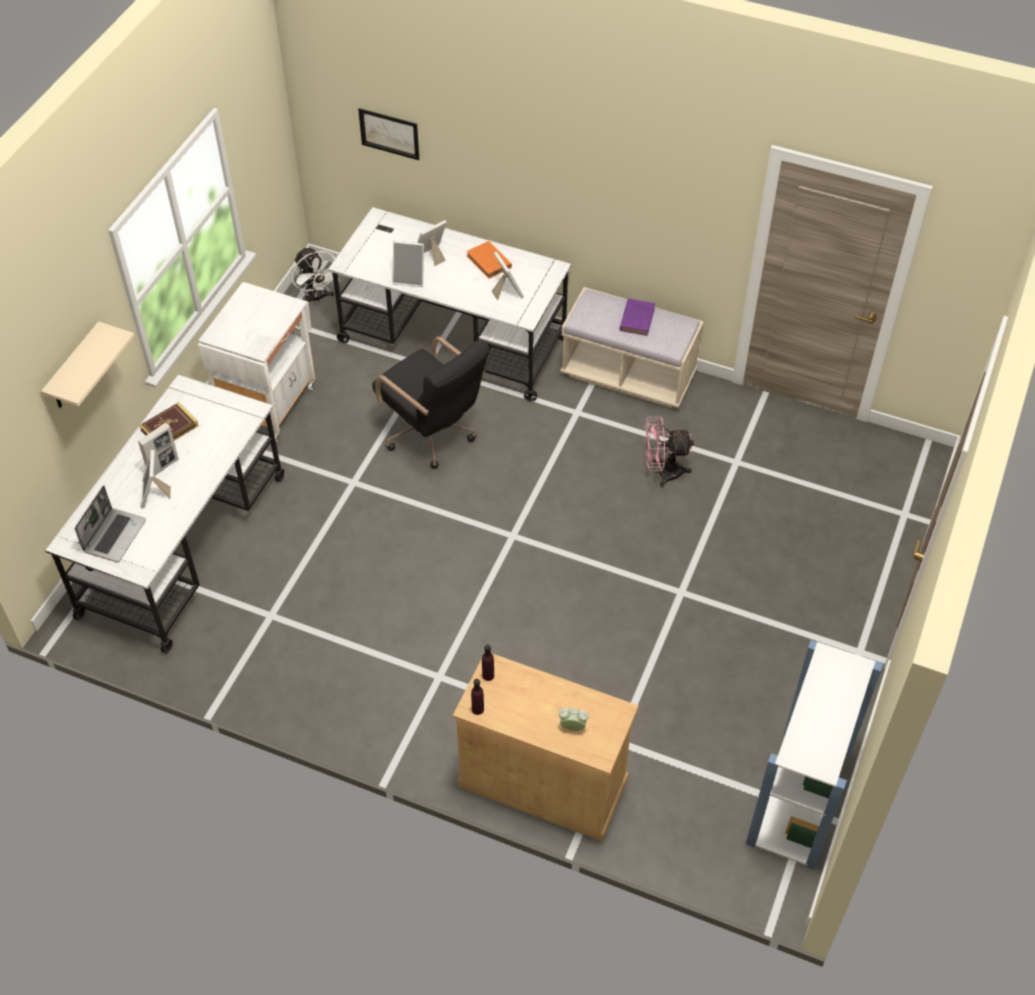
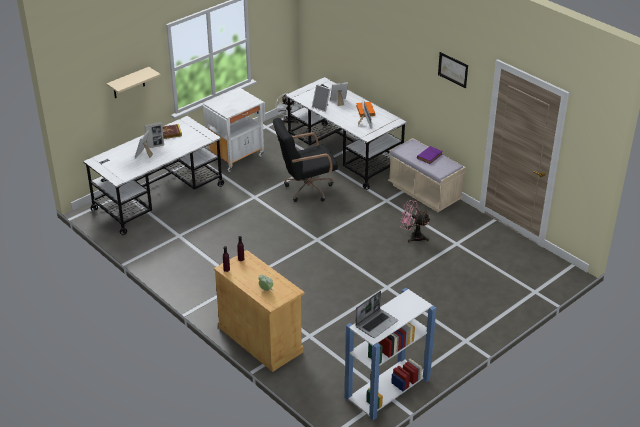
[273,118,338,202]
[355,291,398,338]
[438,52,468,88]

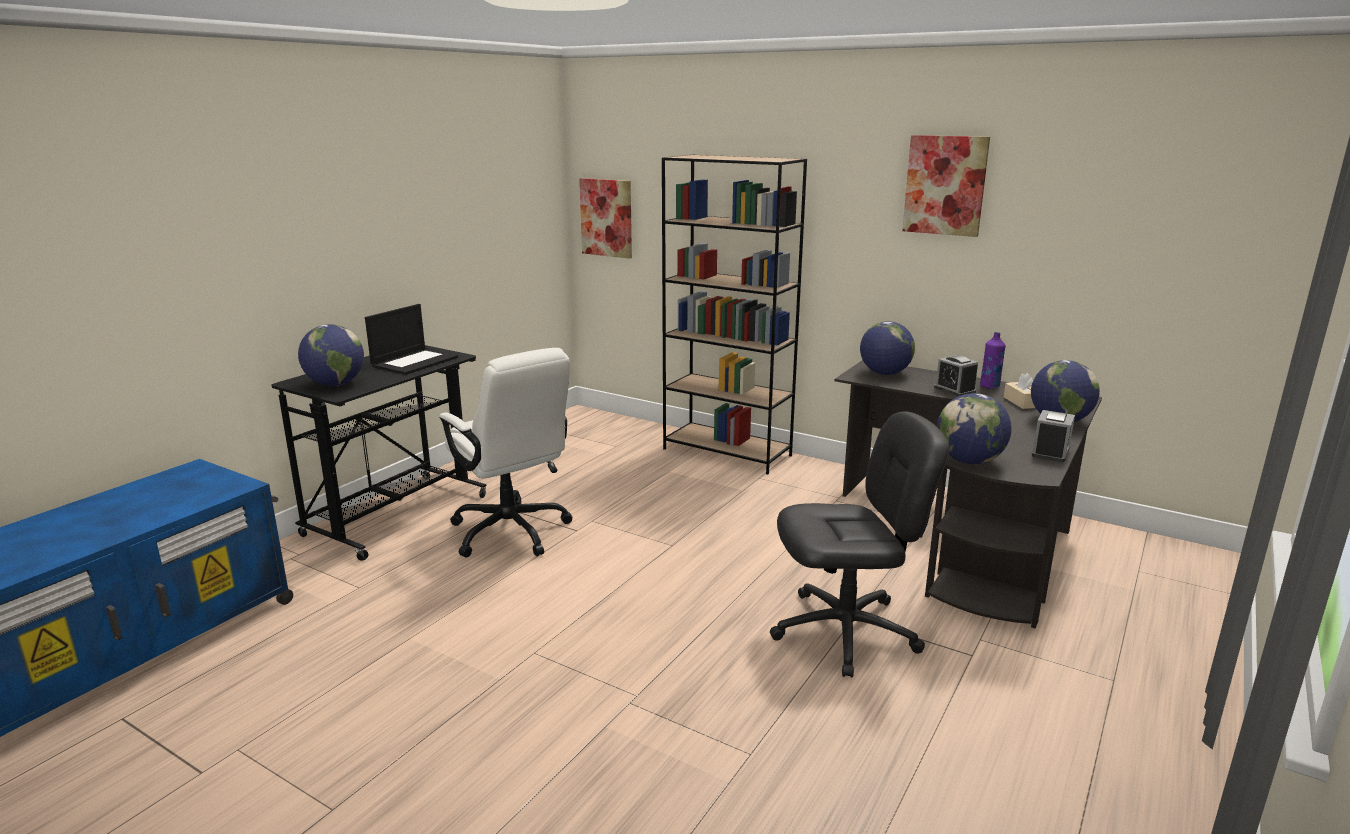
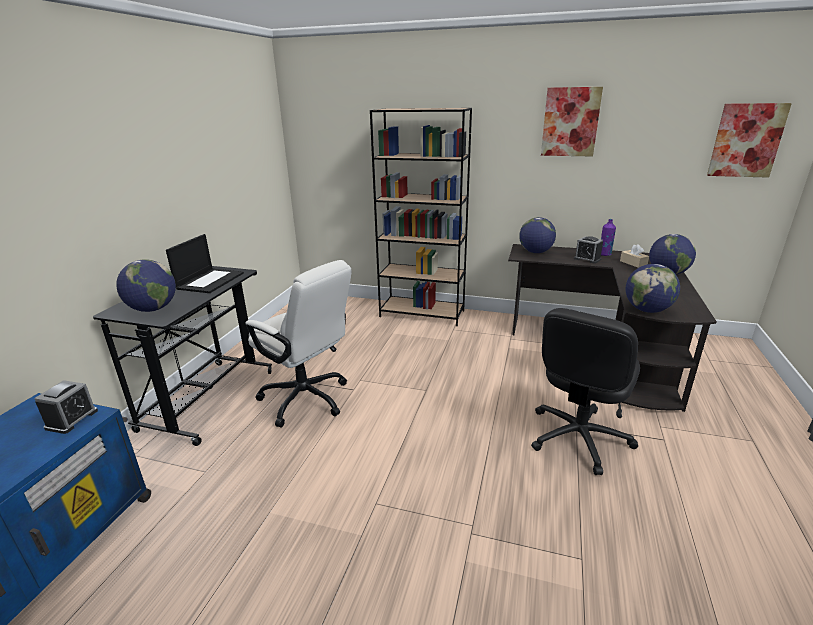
[34,380,98,434]
[531,308,640,475]
[707,103,792,178]

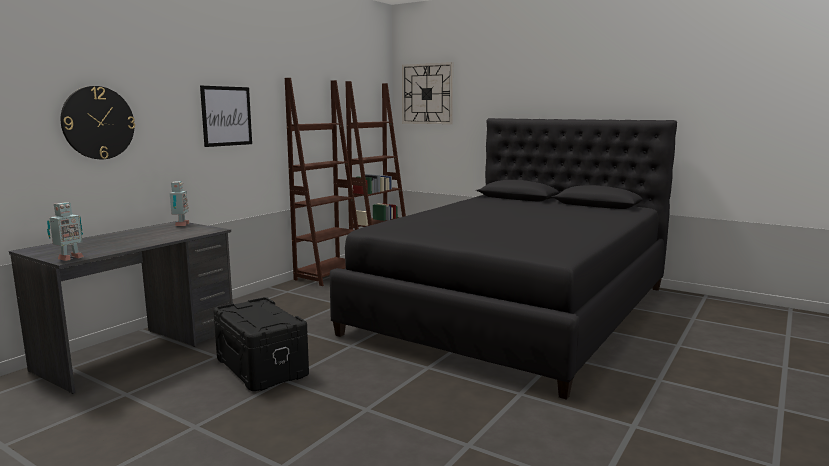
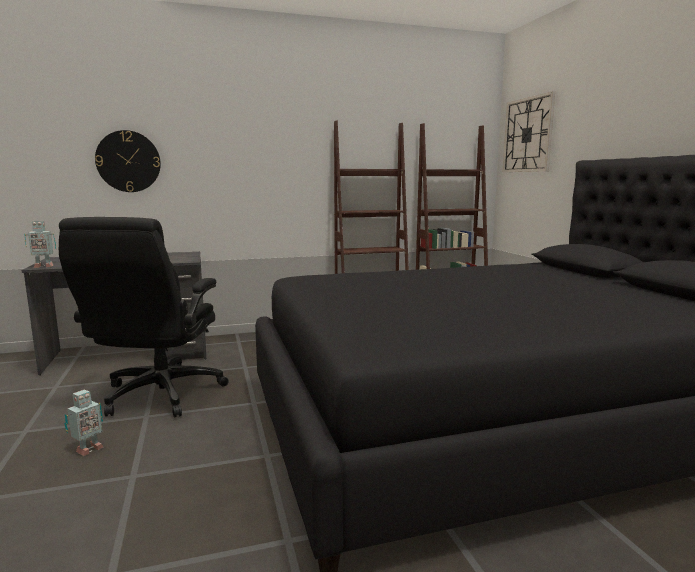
[59,217,228,418]
[64,389,103,456]
[200,86,252,147] (first image)

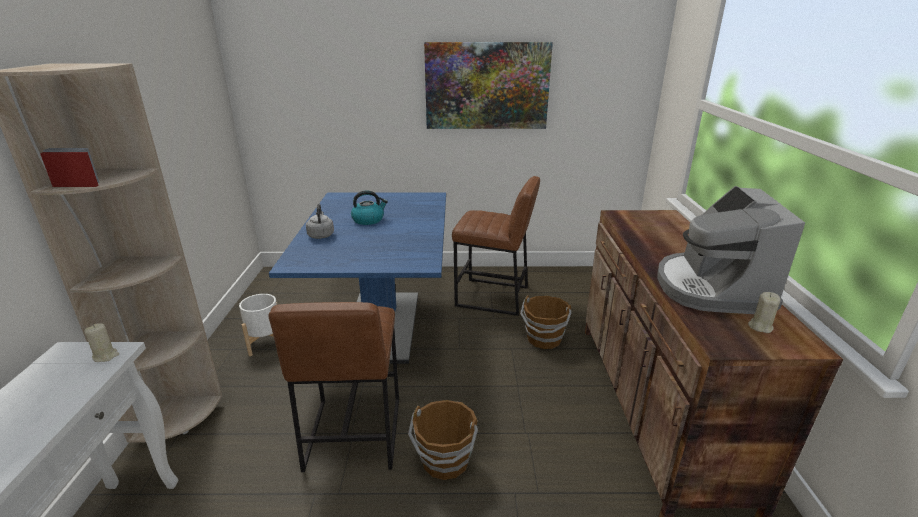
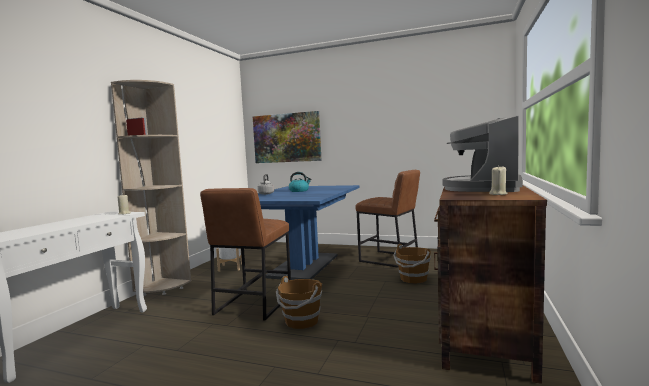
[253,111,322,163]

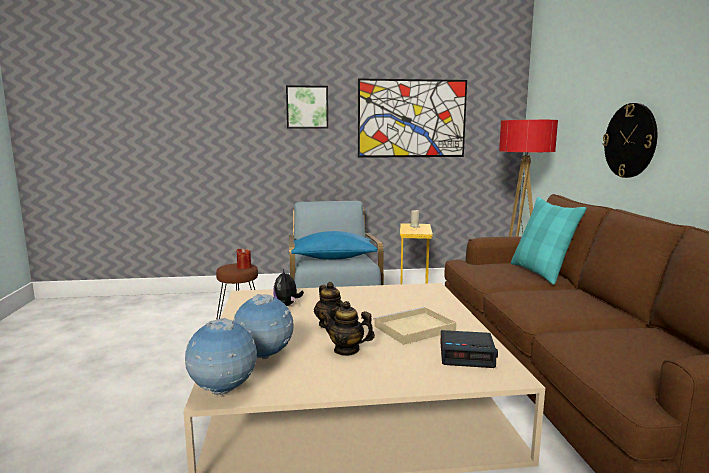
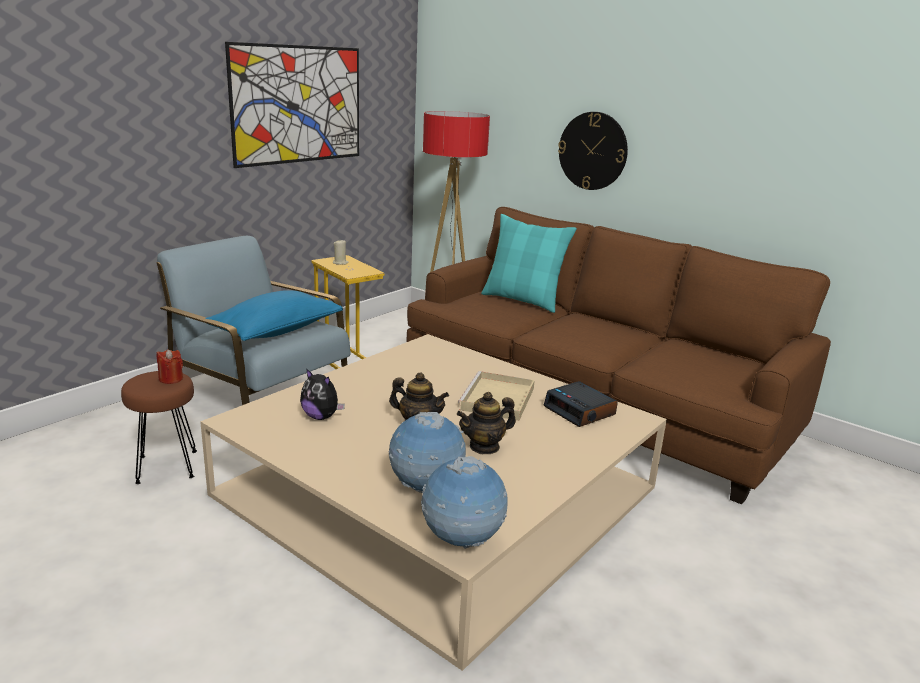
[544,381,618,427]
[286,85,328,129] (first image)

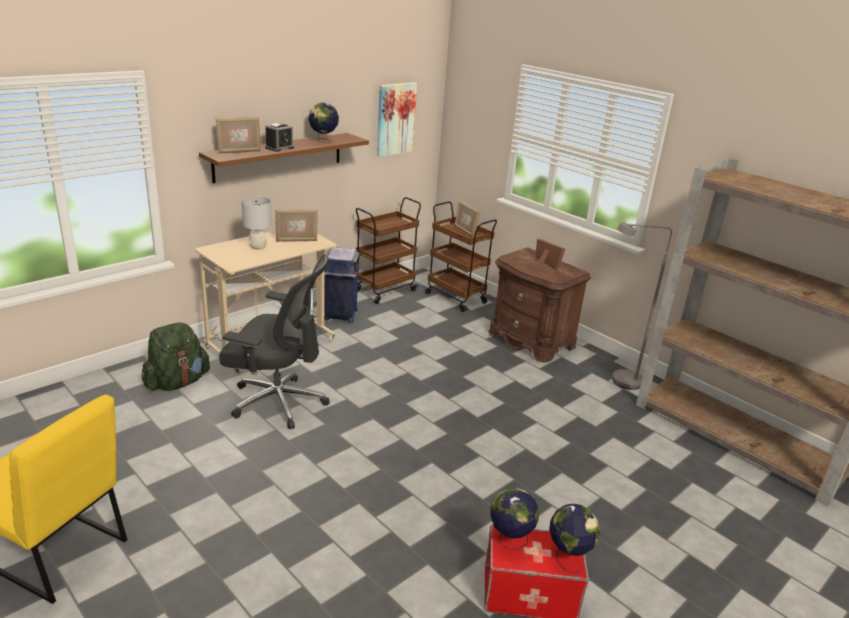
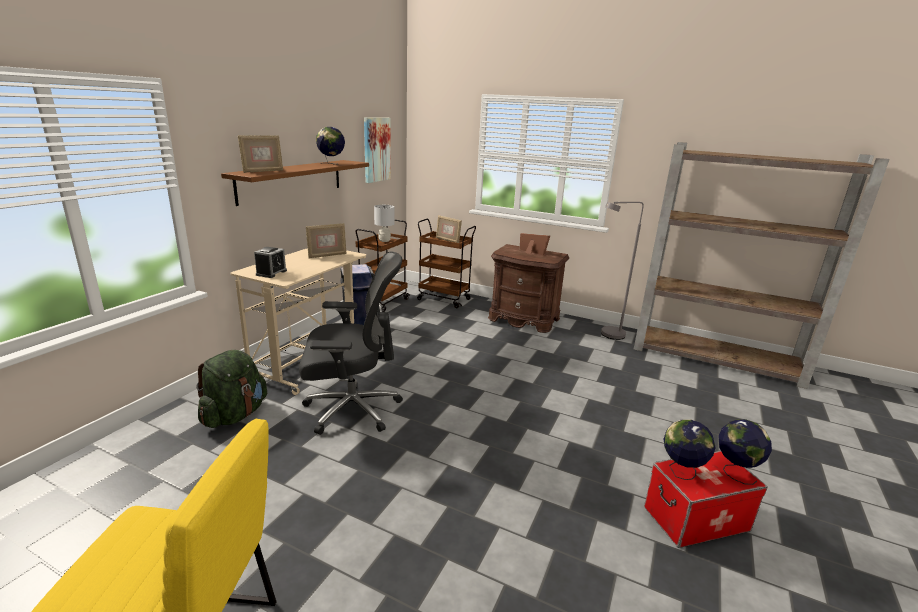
[254,247,287,278]
[374,205,394,242]

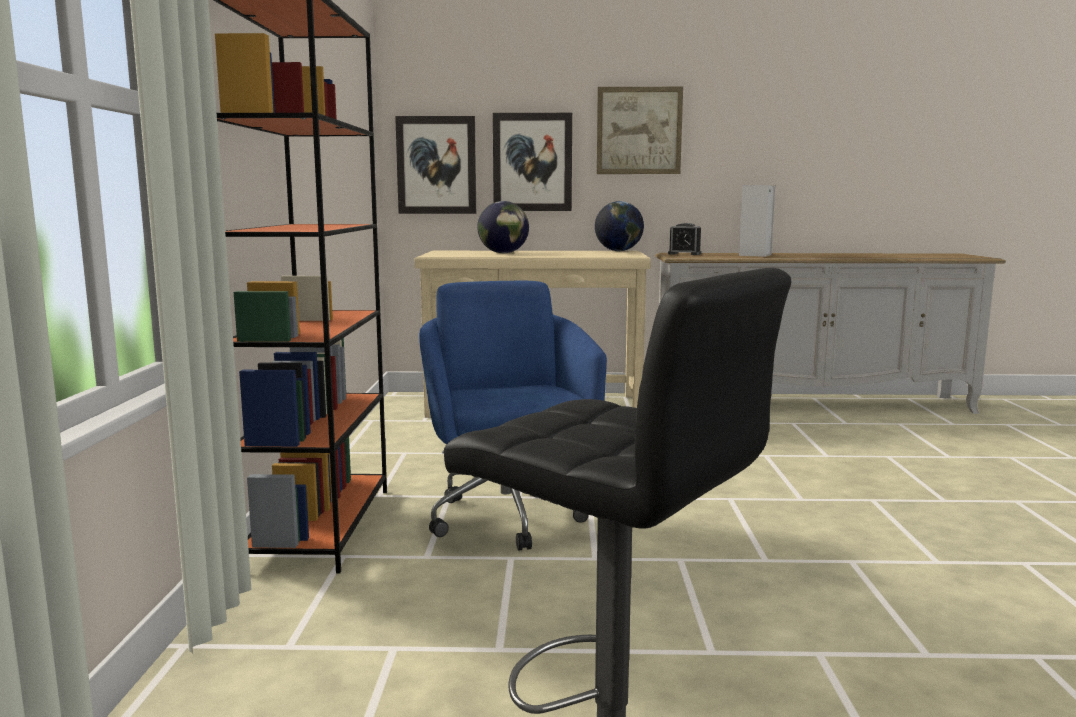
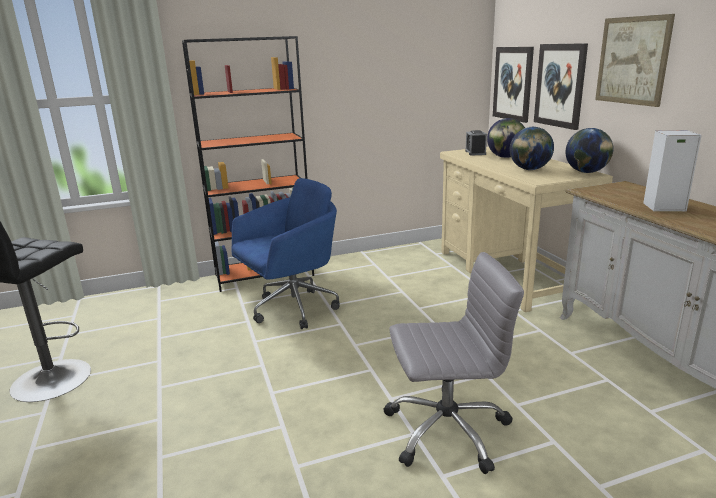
[384,252,524,474]
[465,130,487,156]
[510,127,554,170]

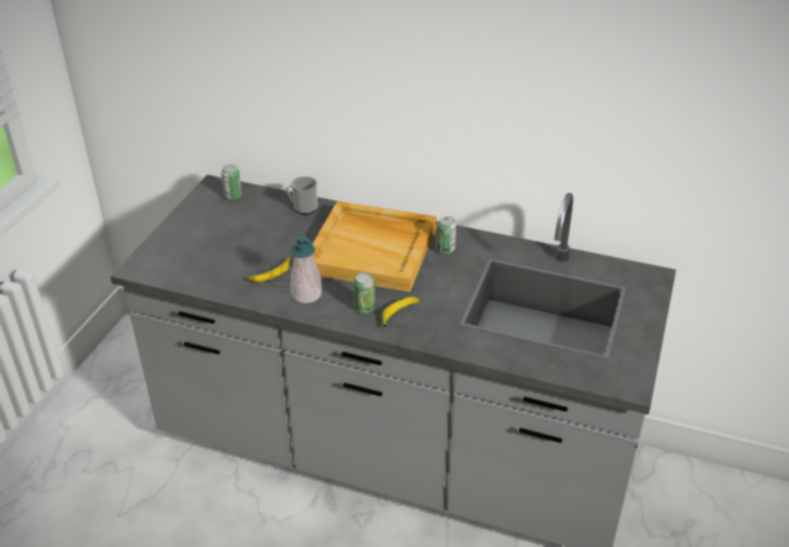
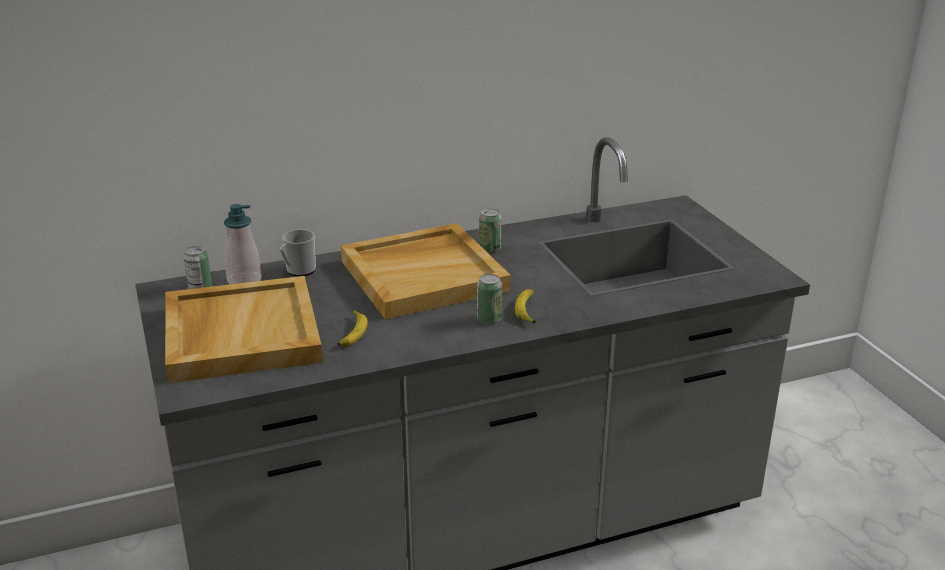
[165,276,323,384]
[224,204,262,284]

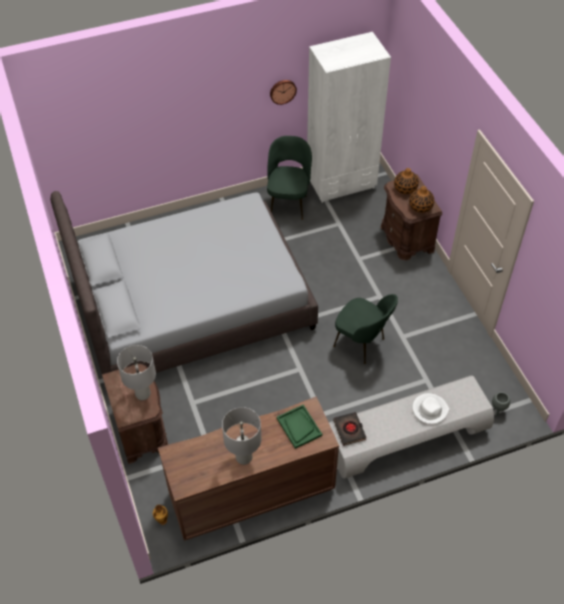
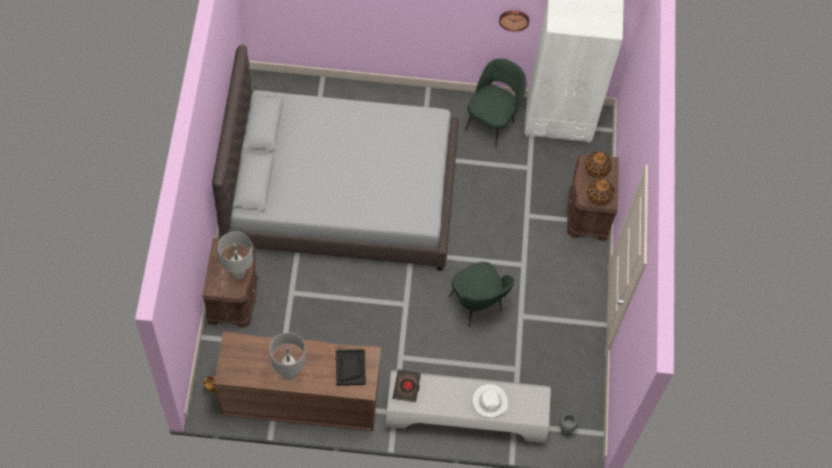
[336,349,366,386]

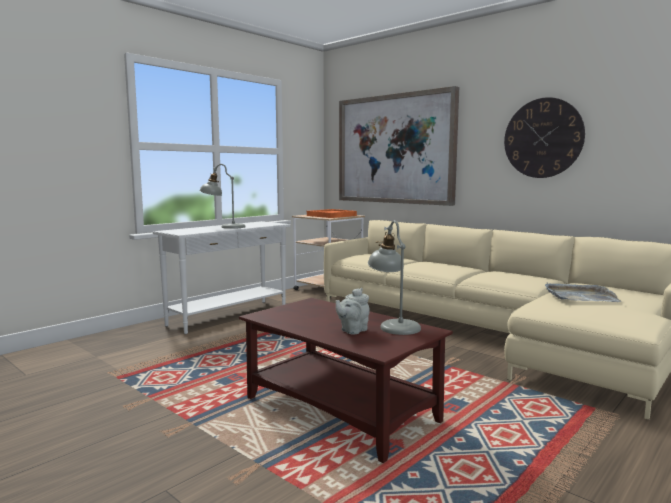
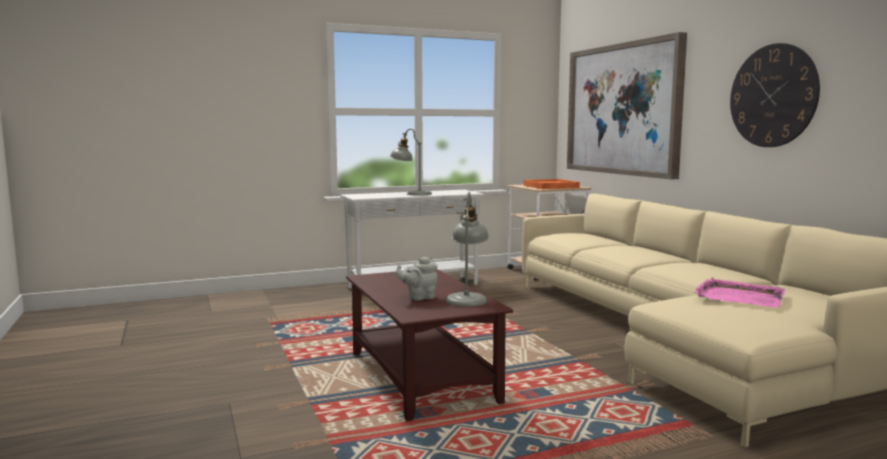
[695,277,785,308]

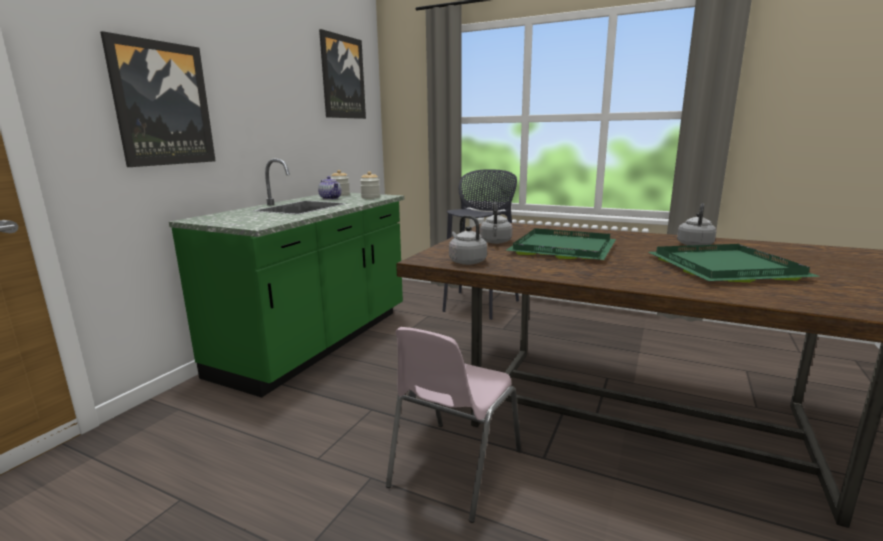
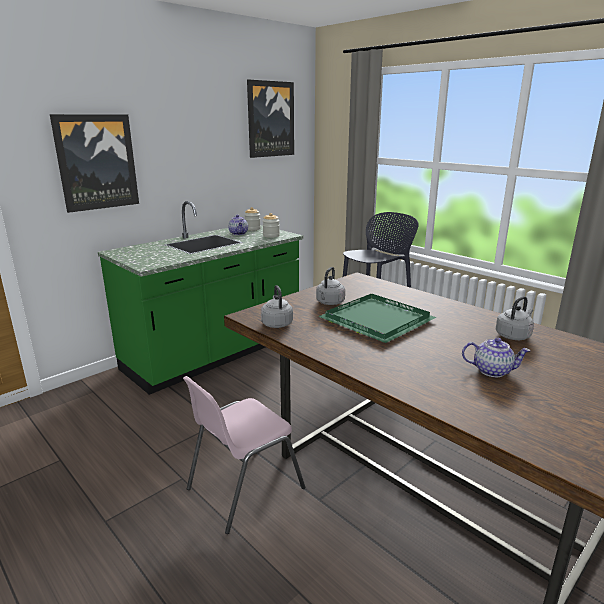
[462,338,530,377]

